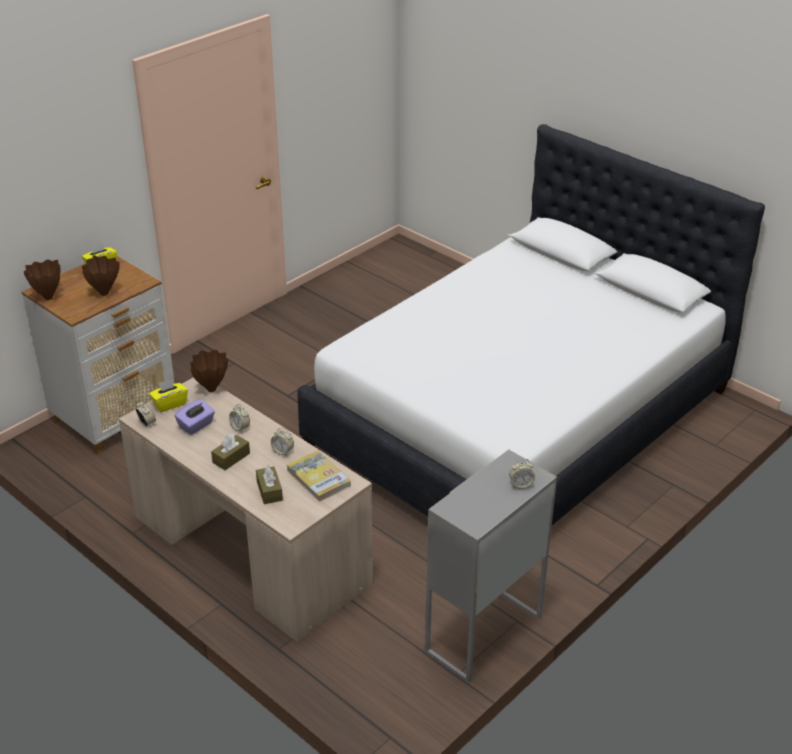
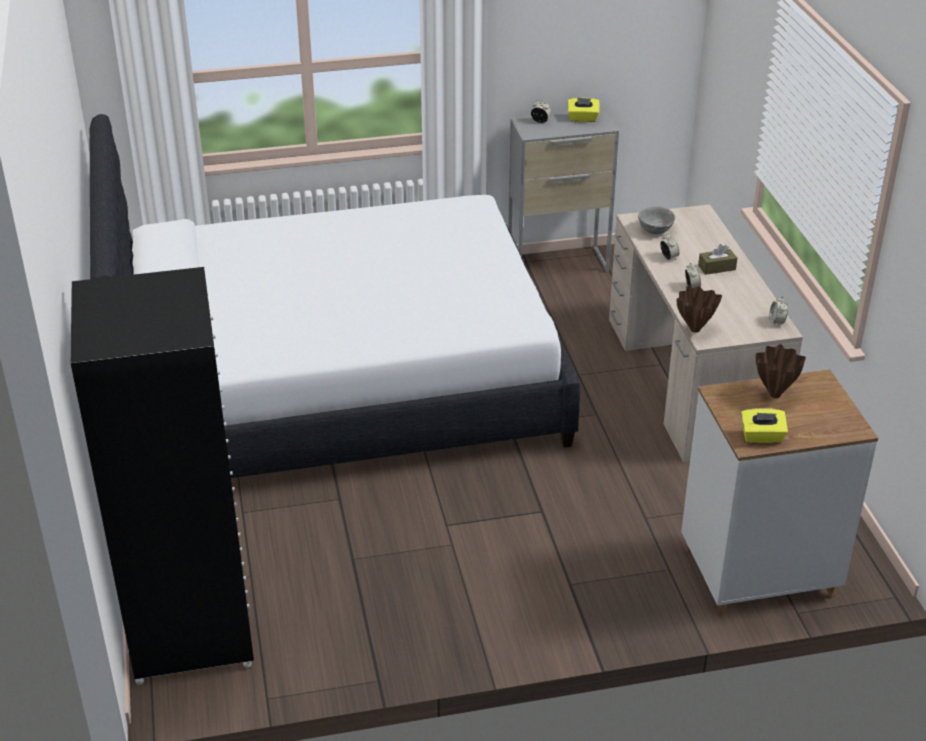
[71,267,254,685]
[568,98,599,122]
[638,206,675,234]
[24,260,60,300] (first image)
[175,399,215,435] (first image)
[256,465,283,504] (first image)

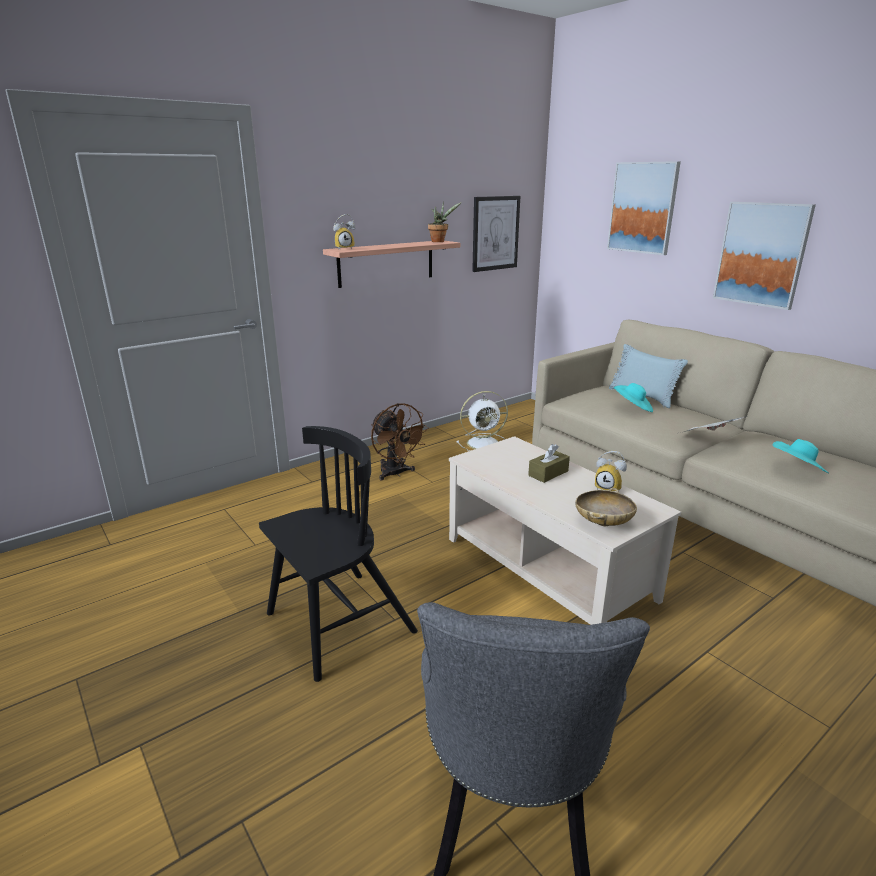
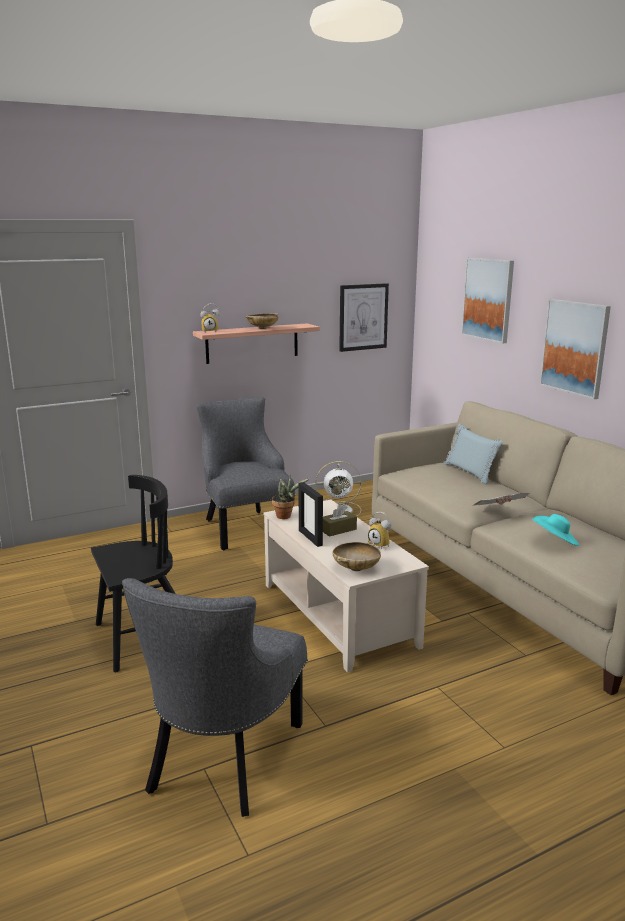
[196,397,296,550]
[246,313,278,329]
[272,475,310,519]
[298,482,323,547]
[613,383,653,412] (first image)

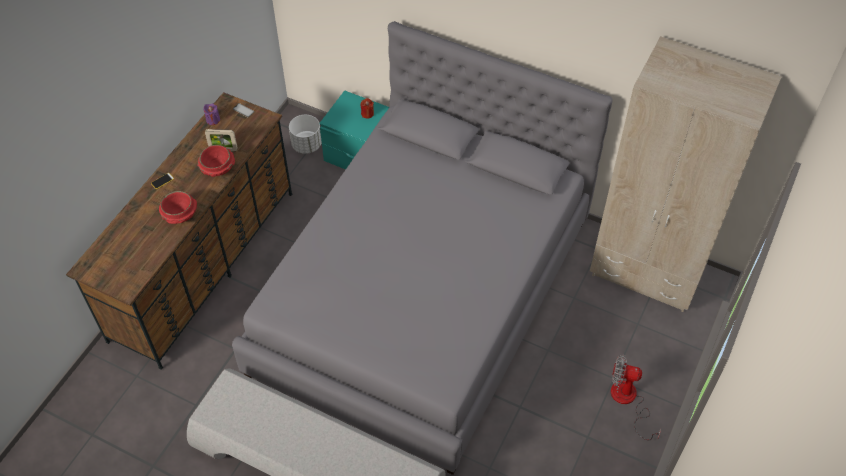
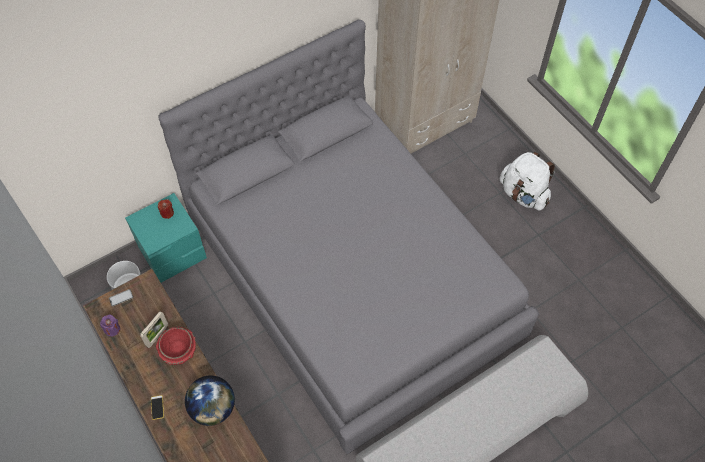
[185,375,235,426]
[500,152,555,210]

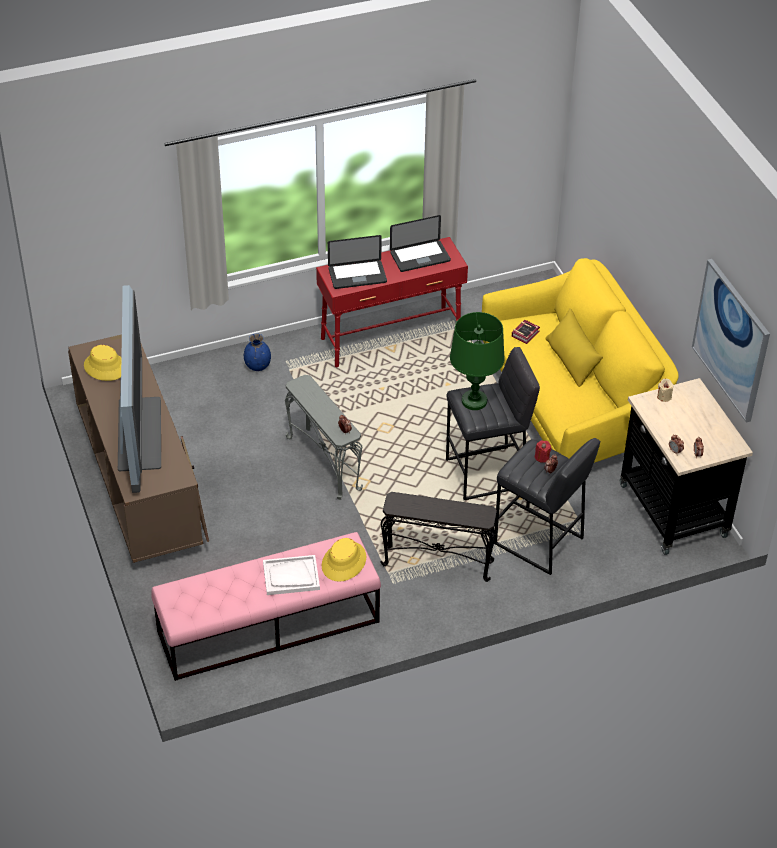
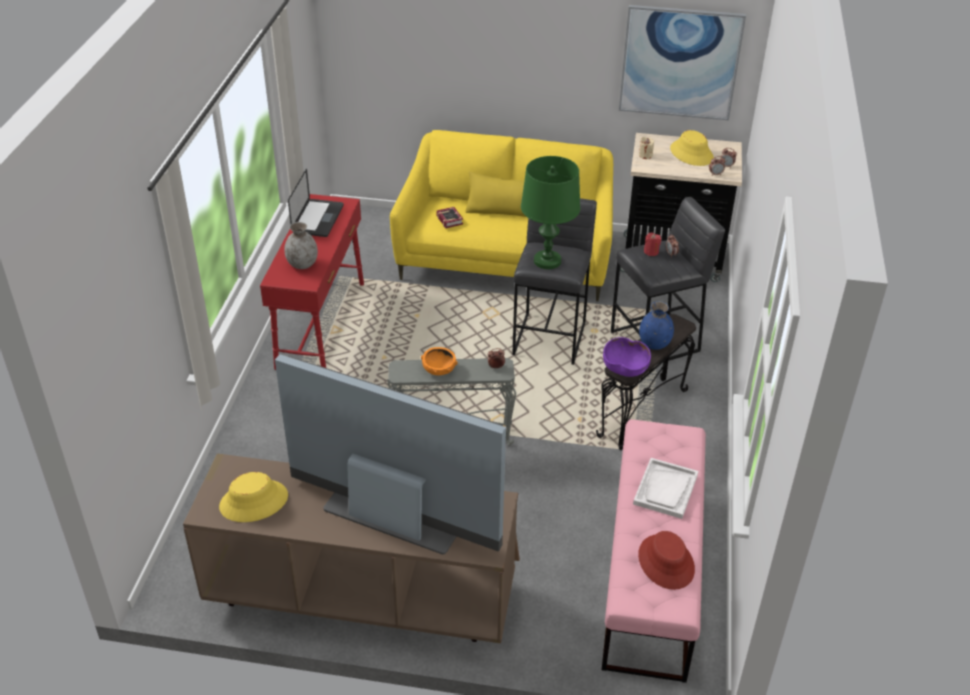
[284,222,318,269]
[421,347,458,375]
[603,337,651,377]
[638,531,695,590]
[639,301,674,350]
[670,130,714,166]

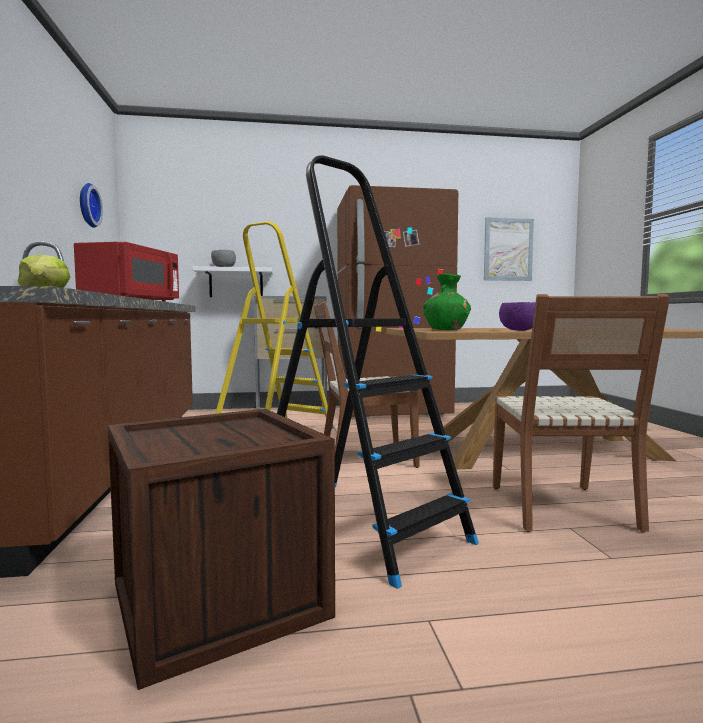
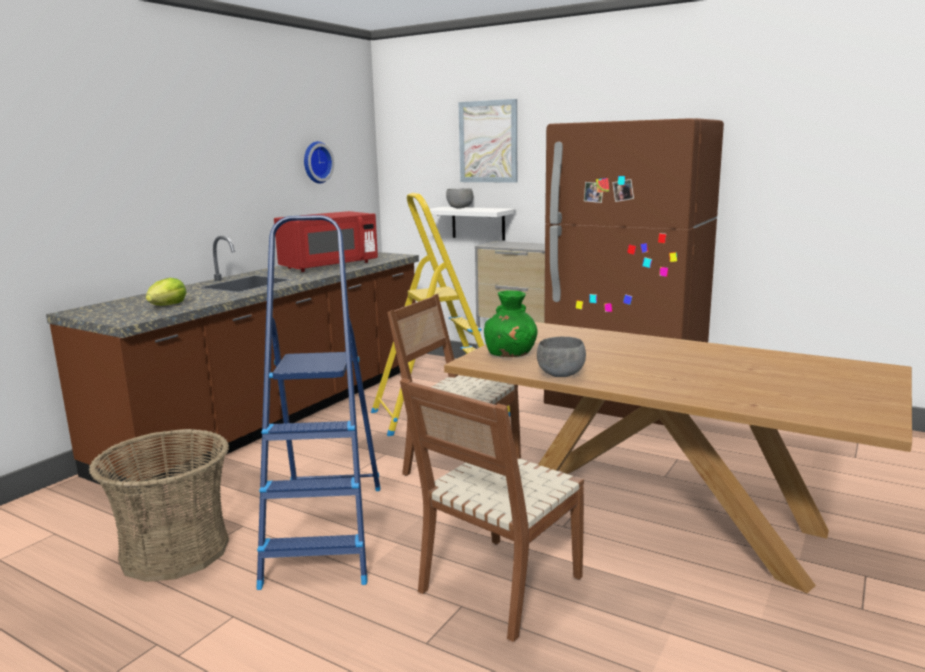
[89,429,229,582]
[257,215,381,590]
[459,99,517,183]
[537,337,586,377]

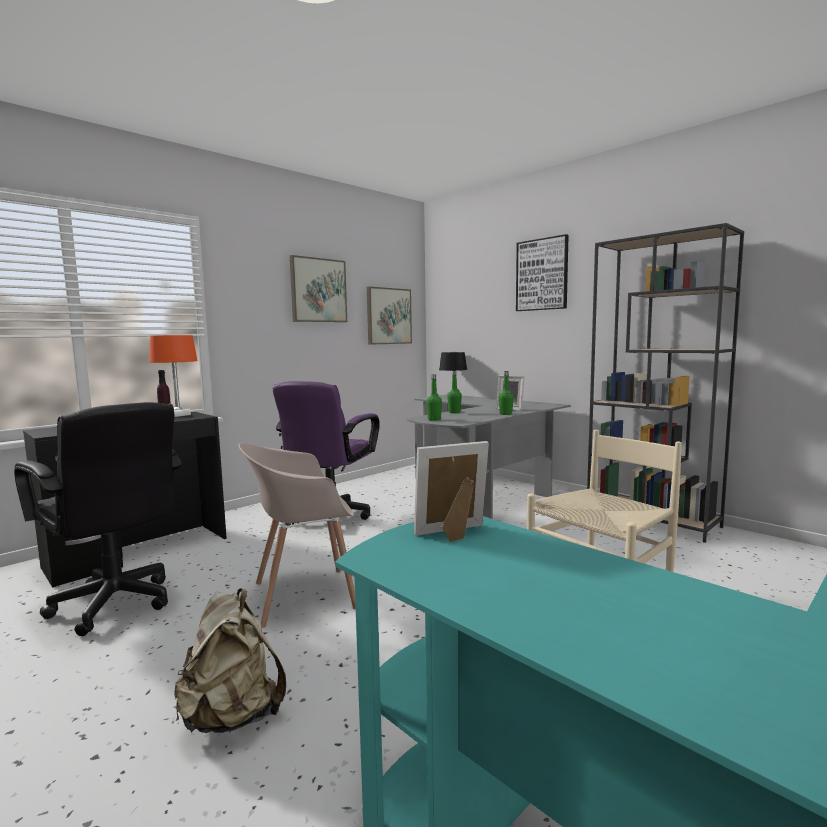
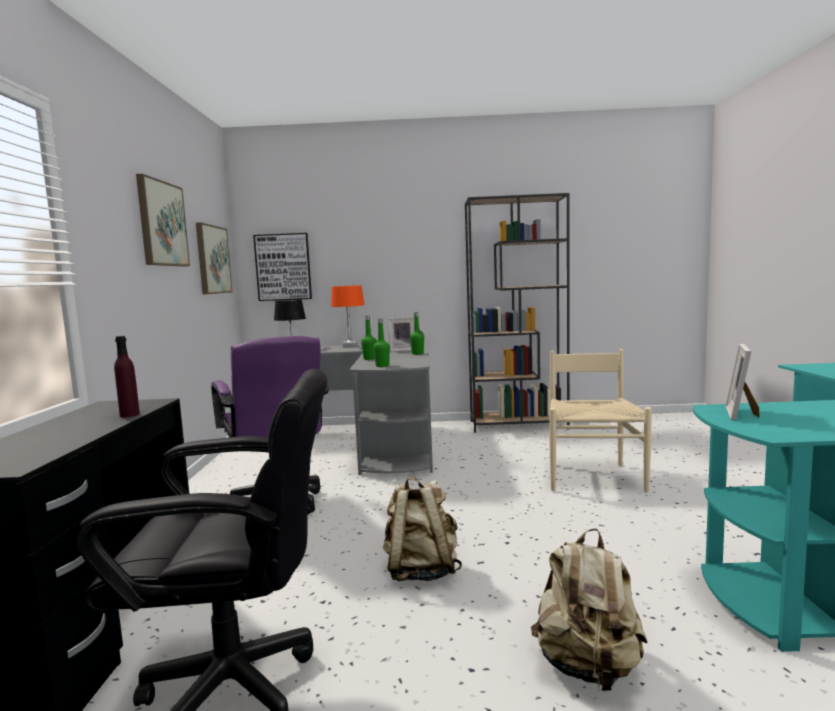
[253,233,312,301]
[331,285,364,348]
[383,477,462,581]

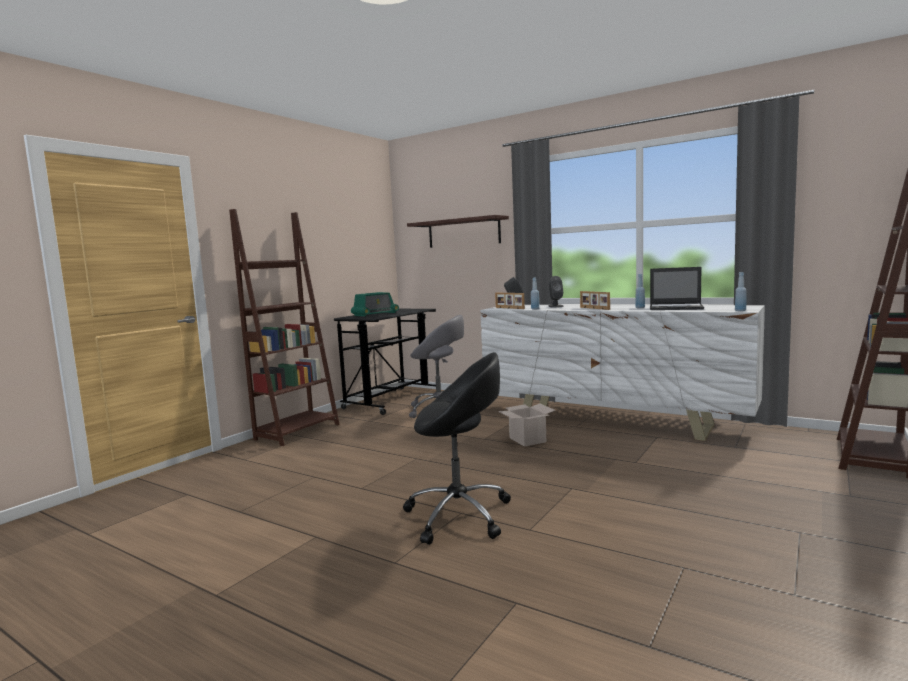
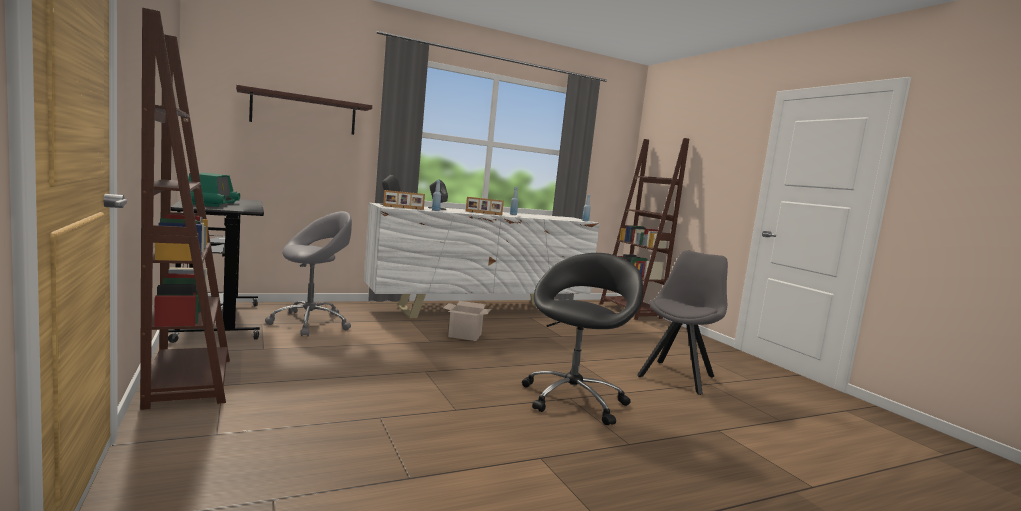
[637,250,728,395]
[650,267,704,310] (first image)

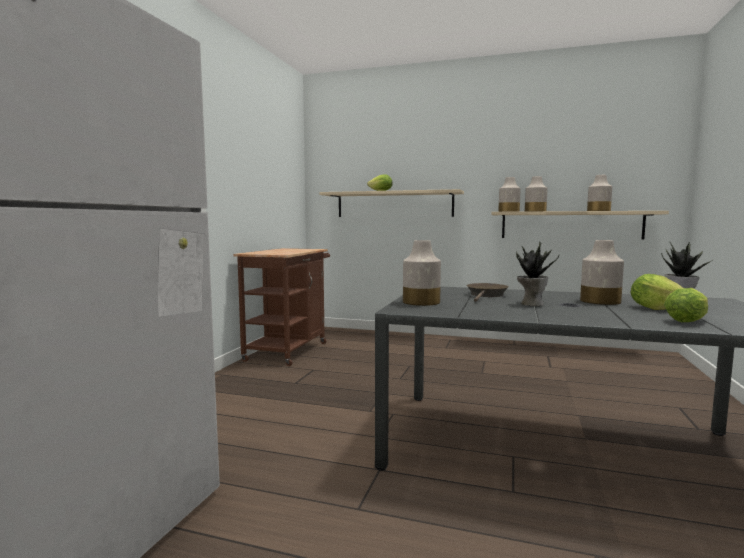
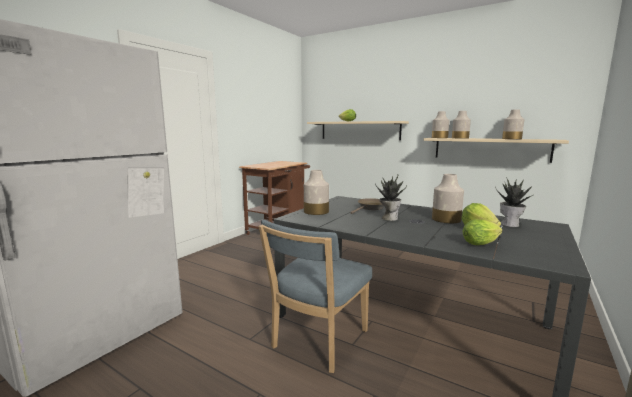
[258,220,372,373]

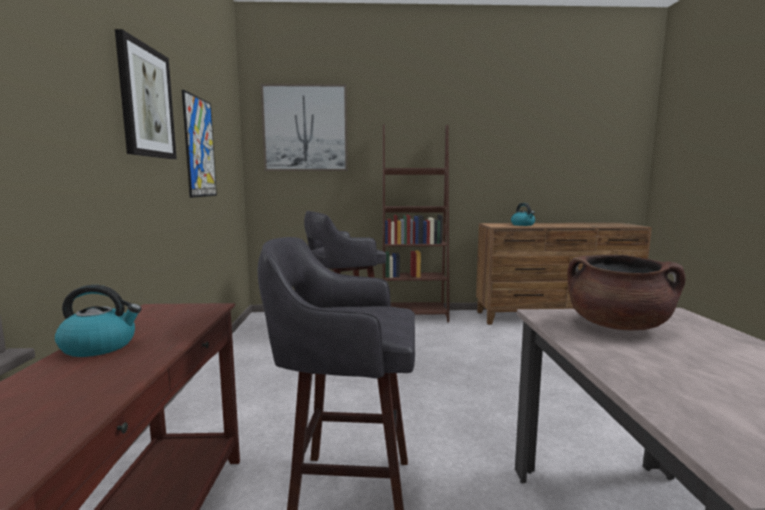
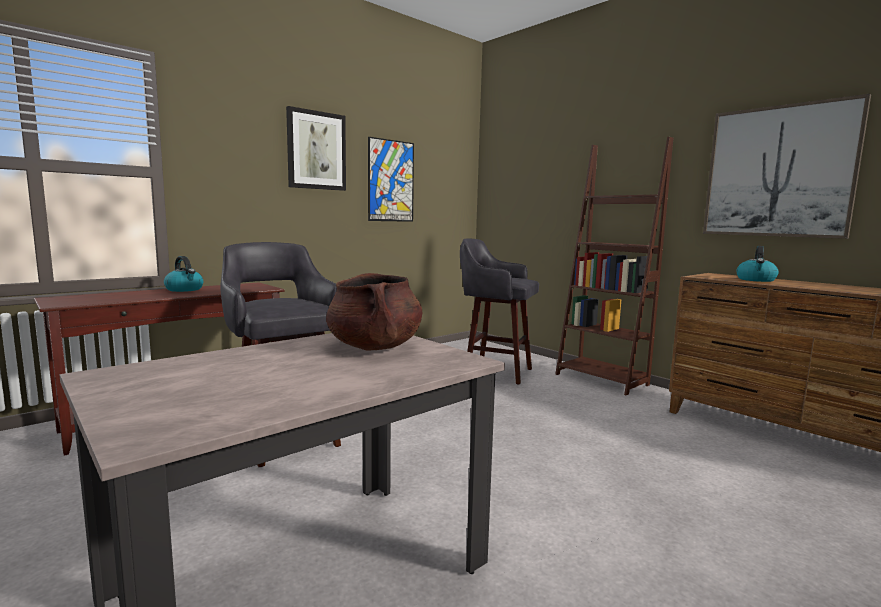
[703,94,871,239]

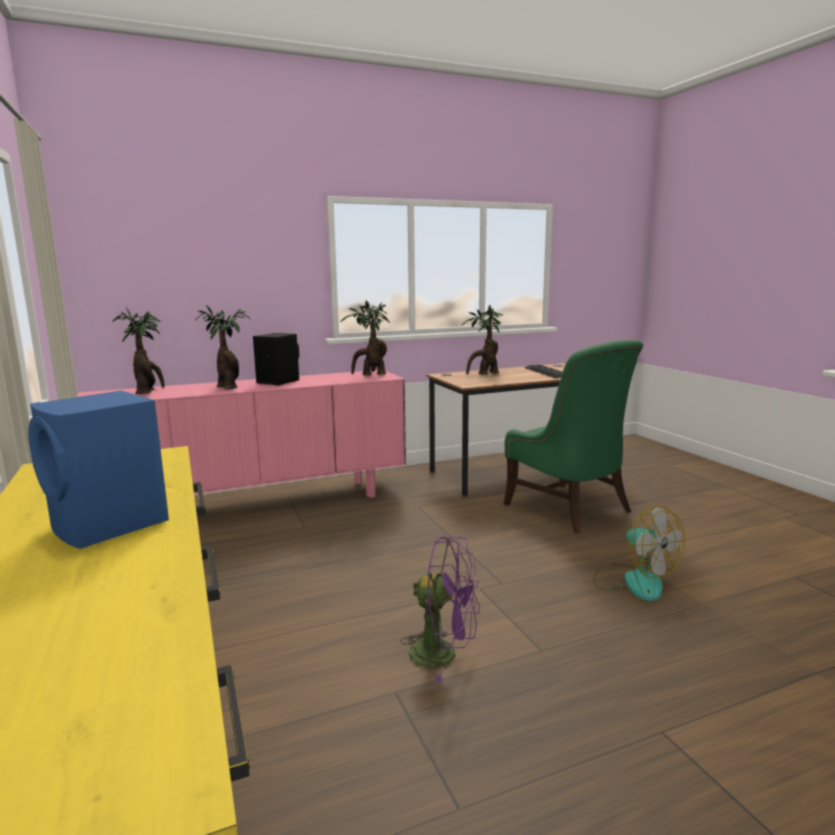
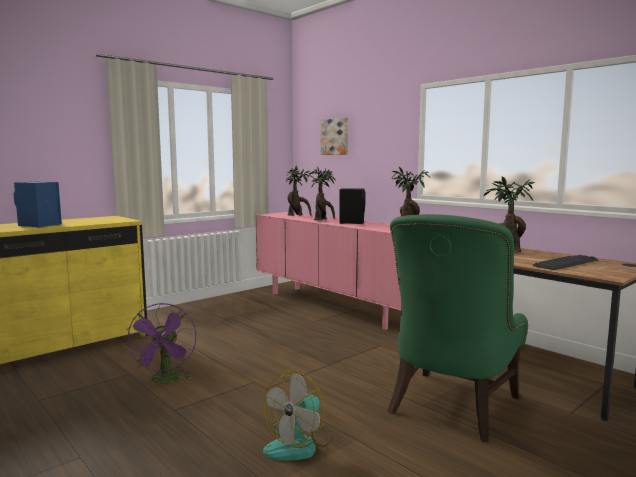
[321,118,348,155]

